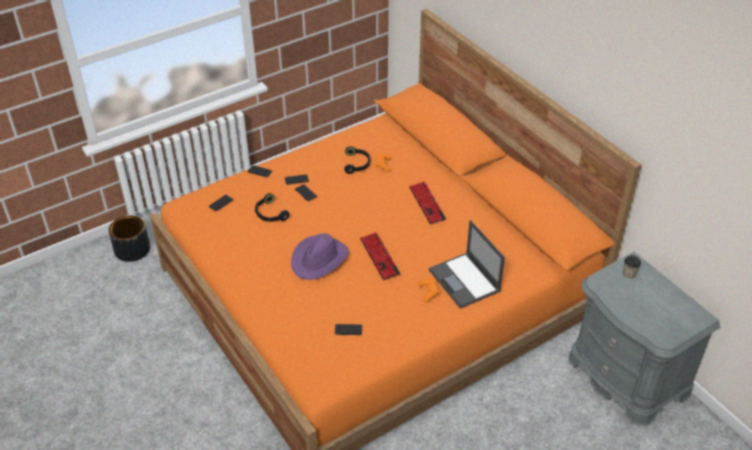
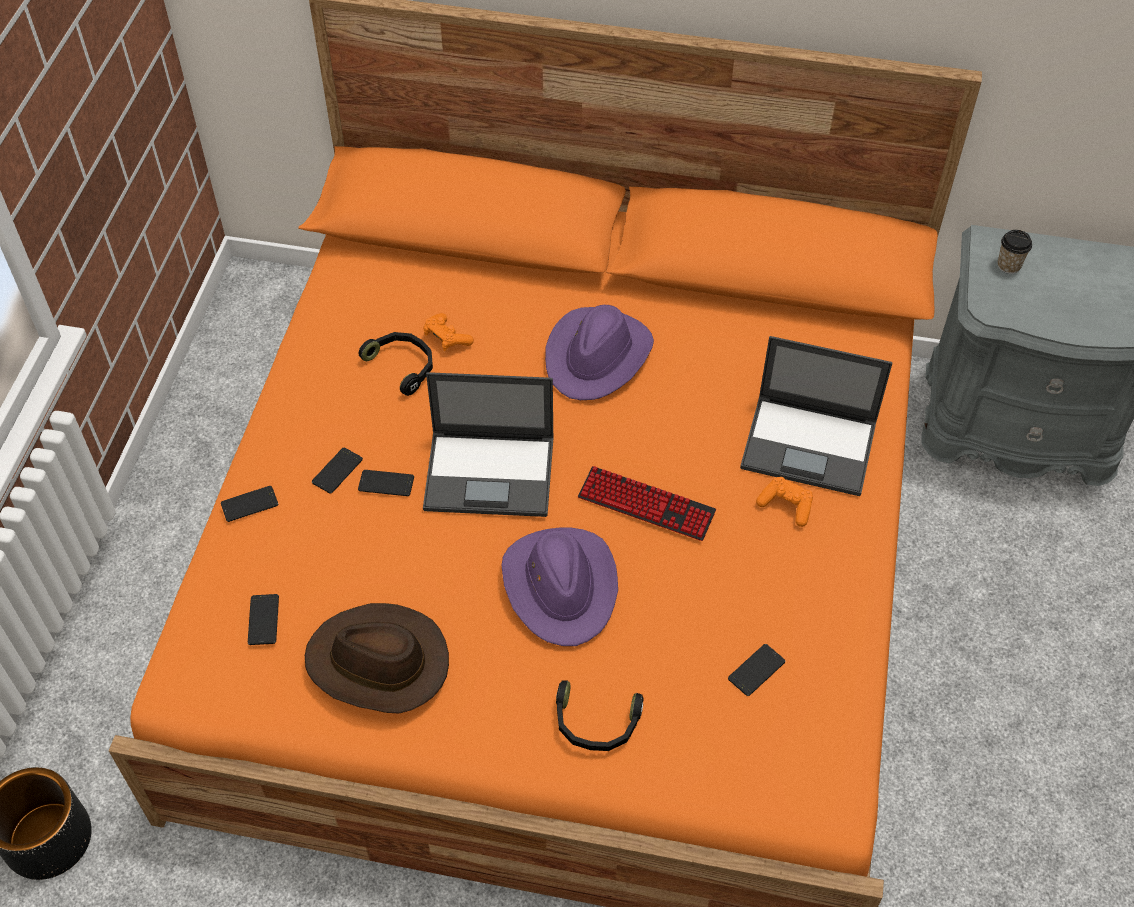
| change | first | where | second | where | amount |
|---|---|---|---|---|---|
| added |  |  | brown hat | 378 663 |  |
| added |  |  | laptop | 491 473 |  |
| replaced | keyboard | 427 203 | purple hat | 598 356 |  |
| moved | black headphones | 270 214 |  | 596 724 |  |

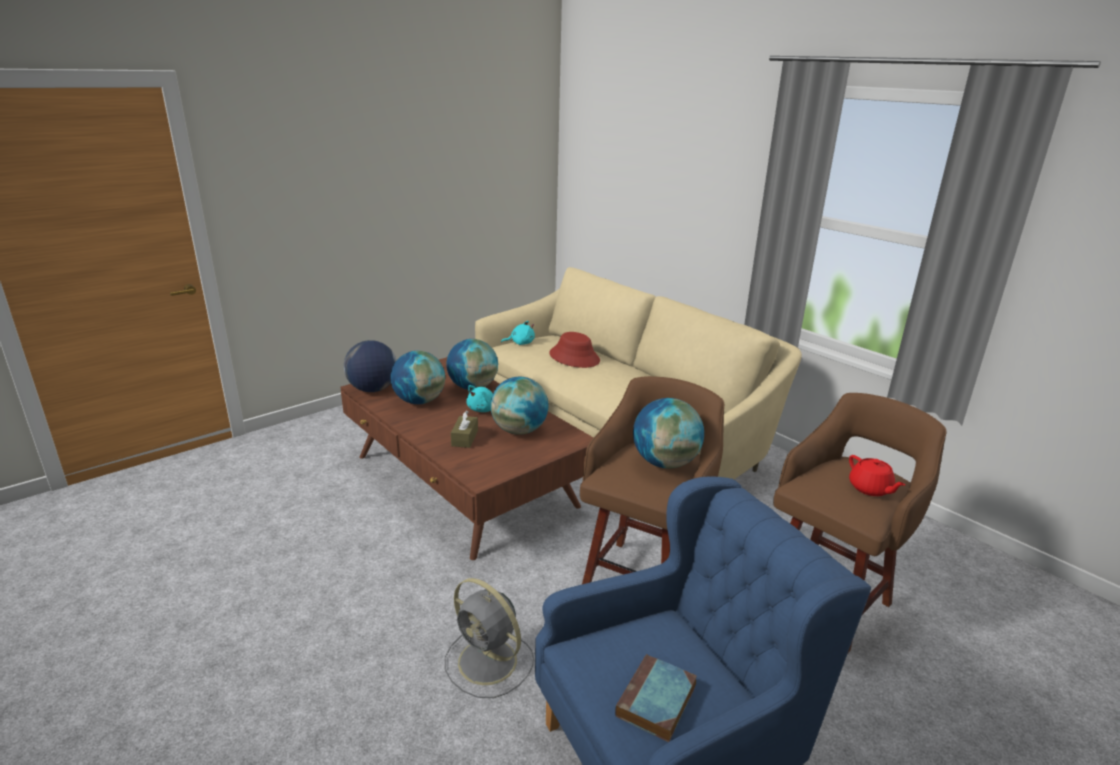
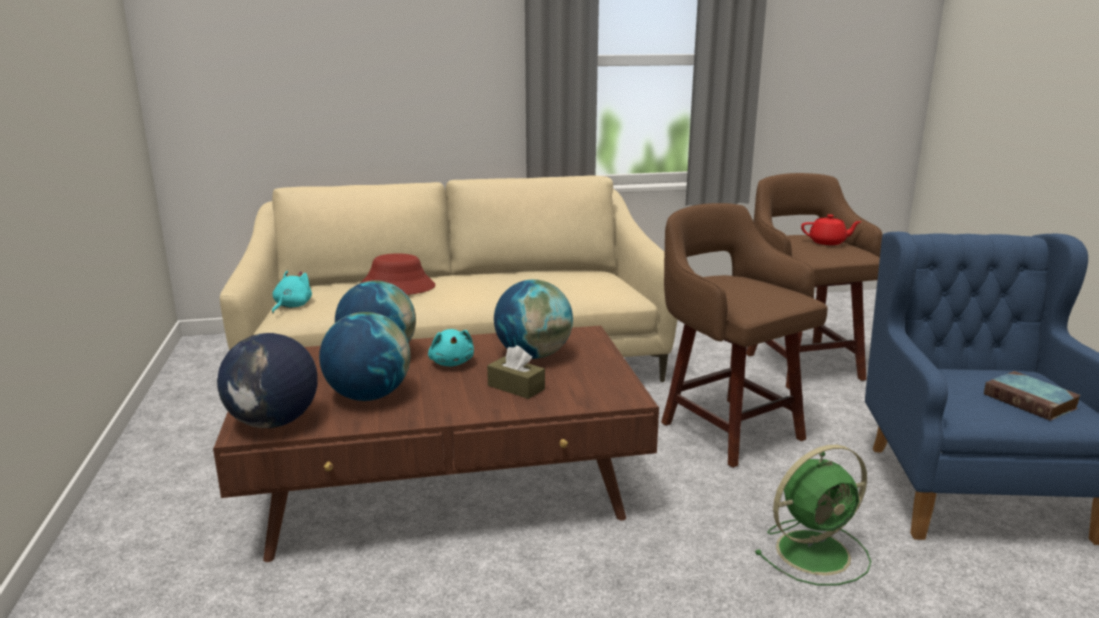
| change | first | where | second | where | amount |
|---|---|---|---|---|---|
| recoloured | grey fan | 489 663 | green fan | 815 551 |  |
| removed | globe | 665 463 |  |  |  |

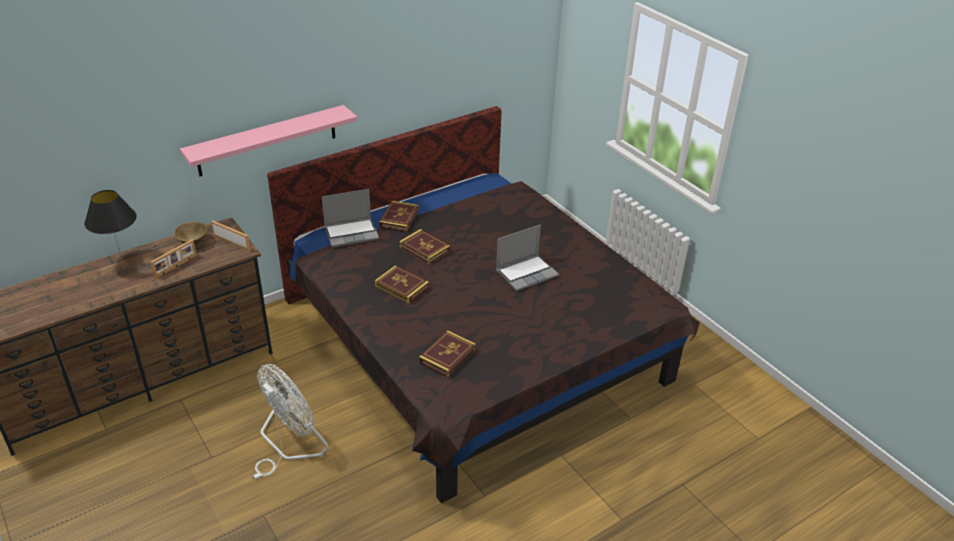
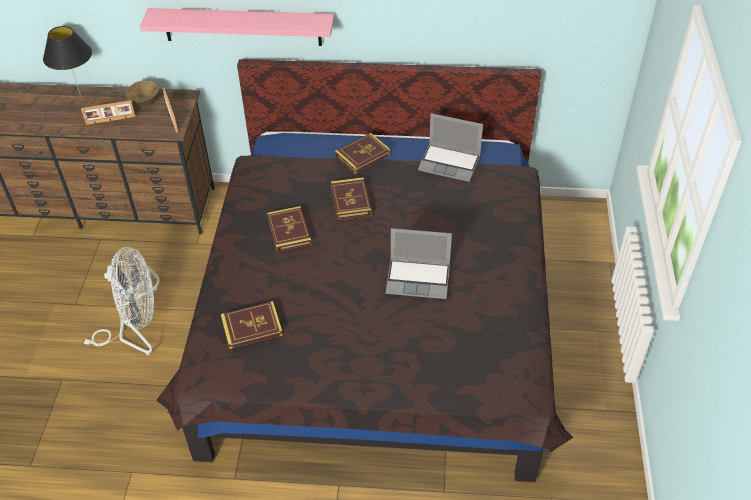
| change | first | where | second | where | amount |
|---|---|---|---|---|---|
| moved | laptop | 352 233 |  | 450 163 |  |

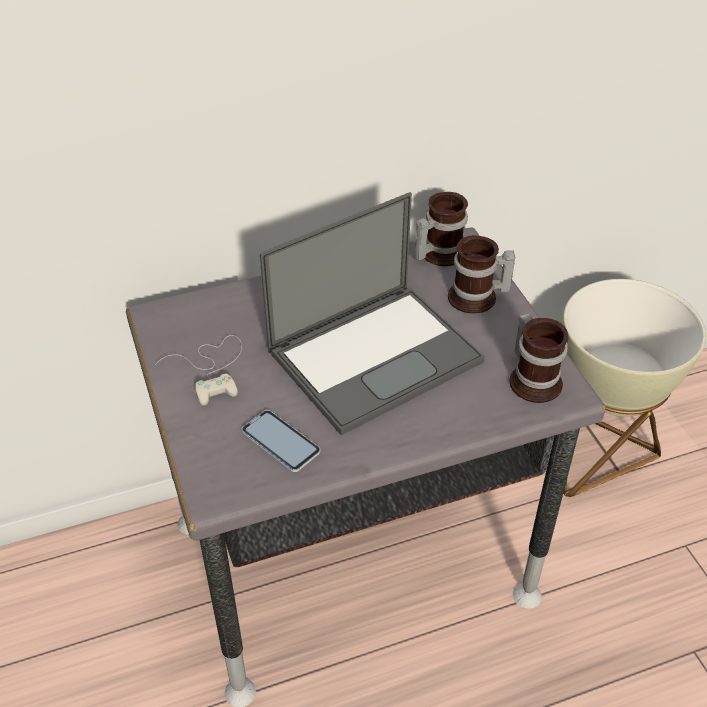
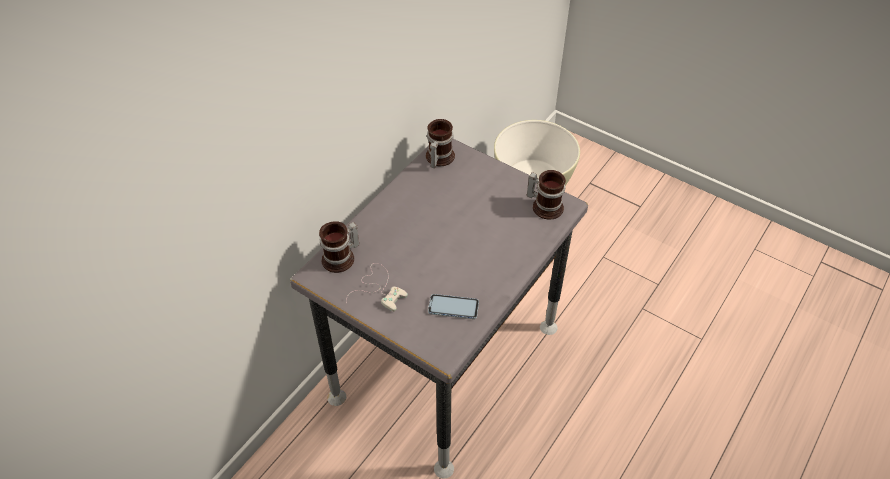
| change | first | where | second | where | amount |
|---|---|---|---|---|---|
| moved | mug | 477 299 |  | 342 259 |  |
| removed | laptop | 376 355 |  |  |  |

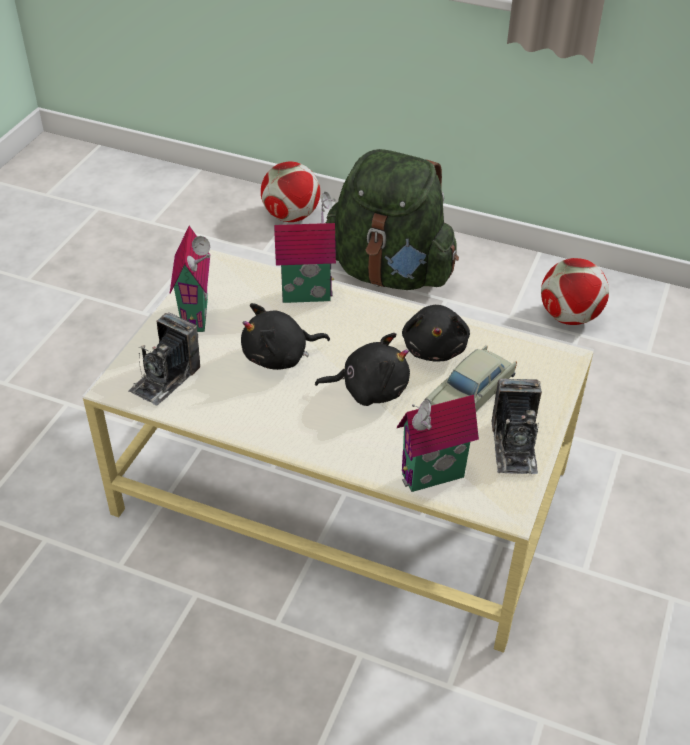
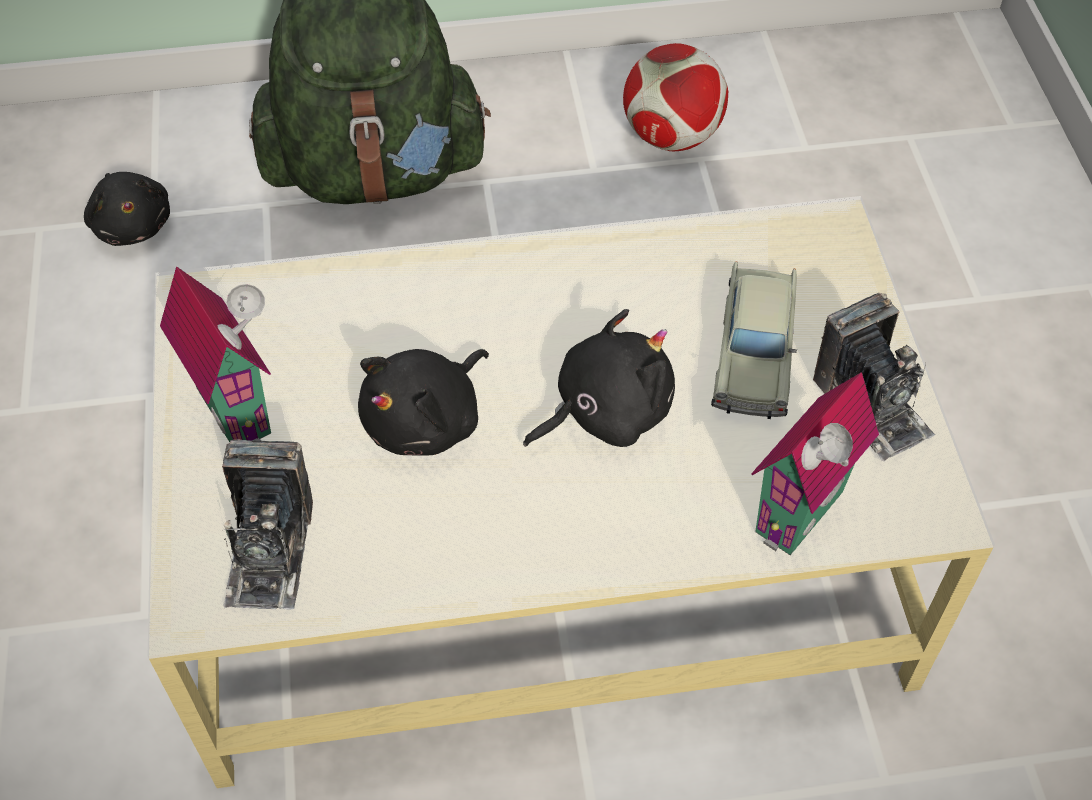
| change | first | where | second | where | amount |
|---|---|---|---|---|---|
| moved | black plush toy | 434 347 |  | 133 224 |  |
| removed | football | 291 216 |  |  |  |
| removed | toy house | 306 292 |  |  |  |

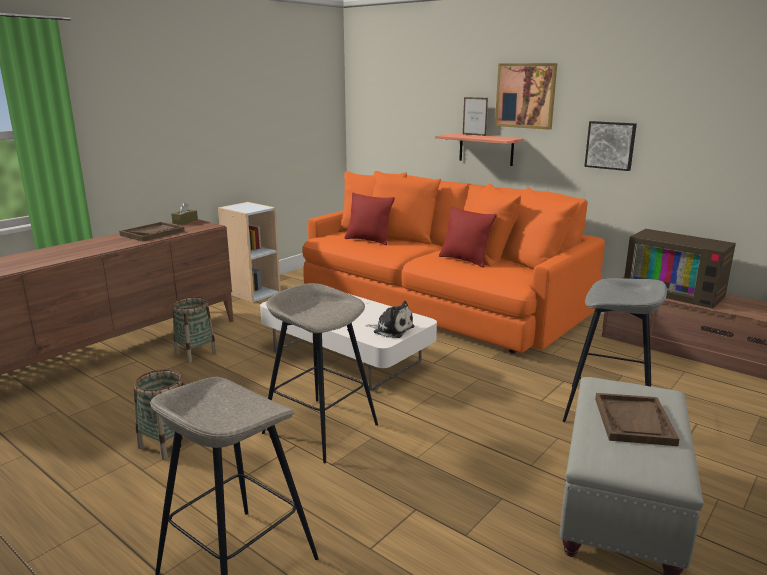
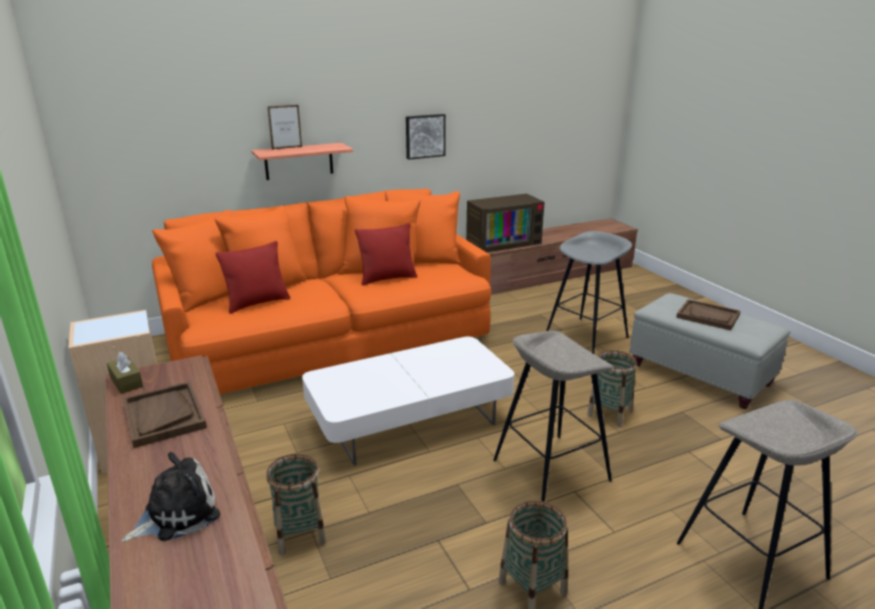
| change | first | where | second | where | amount |
|---|---|---|---|---|---|
| moved | plush toy | 391 329 |  | 177 514 |  |
| added |  |  | basket | 610 413 |  |
| removed | picture | 525 96 |  |  |  |

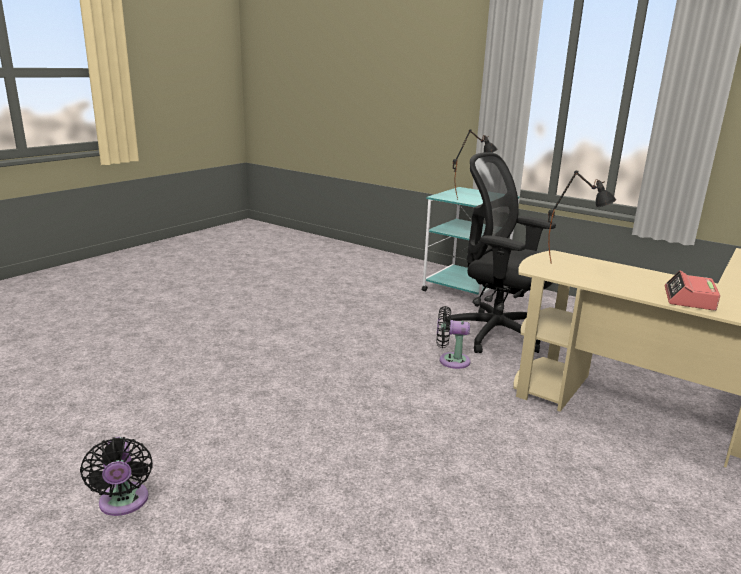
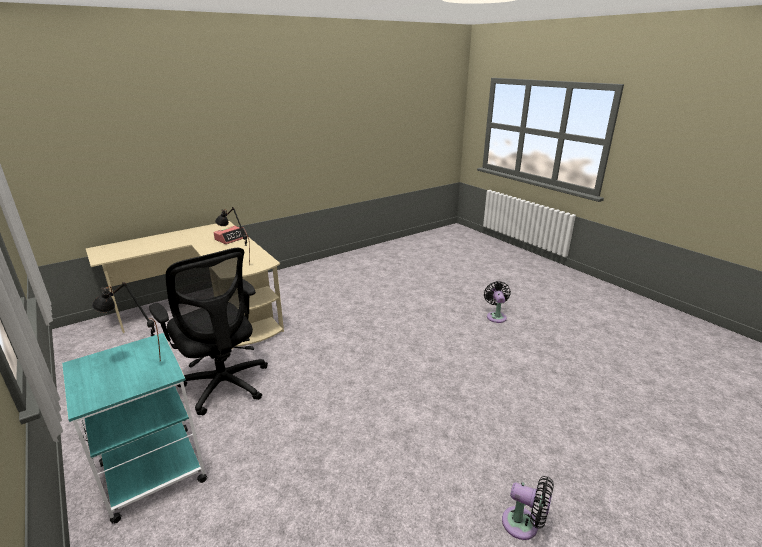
| change | first | where | second | where | amount |
|---|---|---|---|---|---|
| moved | black fan | 450 360 |  | 524 525 |  |

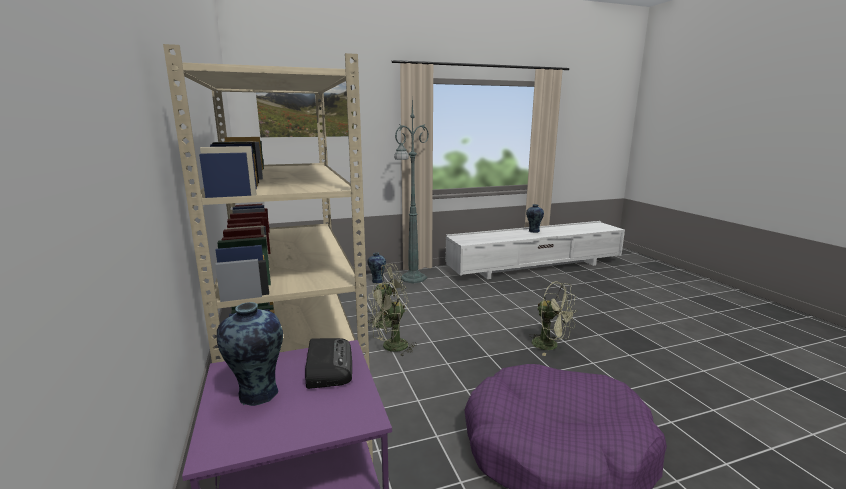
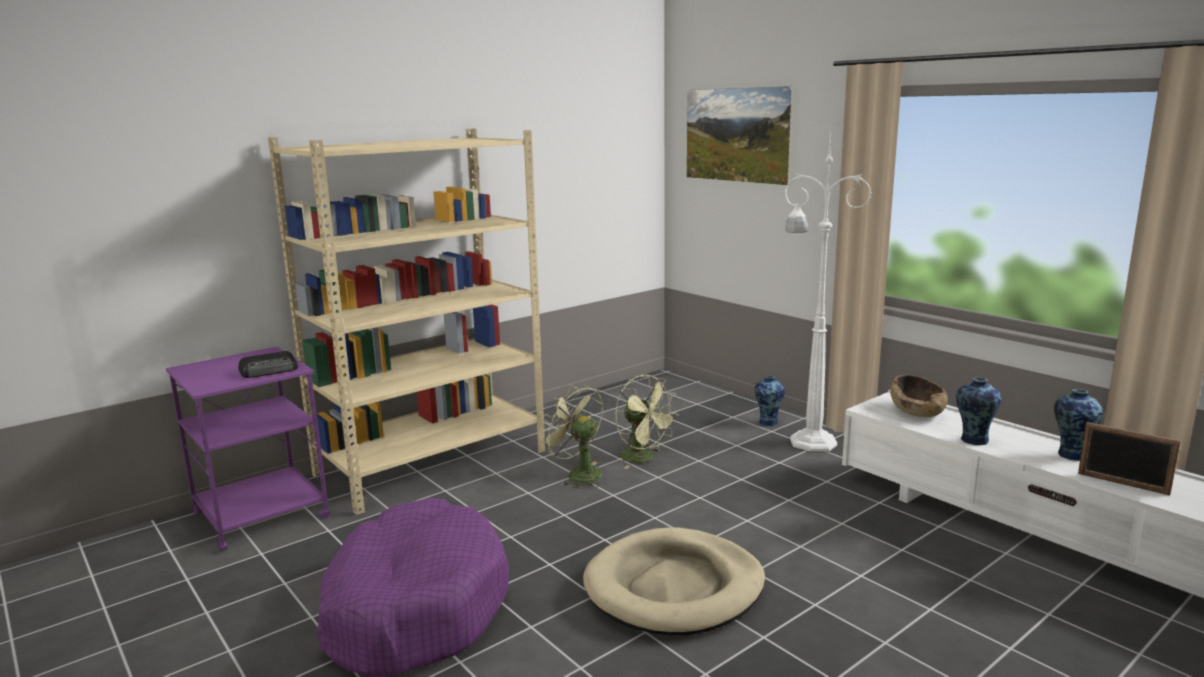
| change | first | where | second | where | amount |
|---|---|---|---|---|---|
| replaced | green fan | 550 346 | beige dog bed | 674 587 |  |
| recoloured | green floor lamp | 412 278 | white floor lamp | 810 442 |  |
| added |  |  | brown bowl | 917 411 |  |
| moved | vase | 257 395 |  | 973 440 |  |
| added |  |  | picture frame | 1122 483 |  |

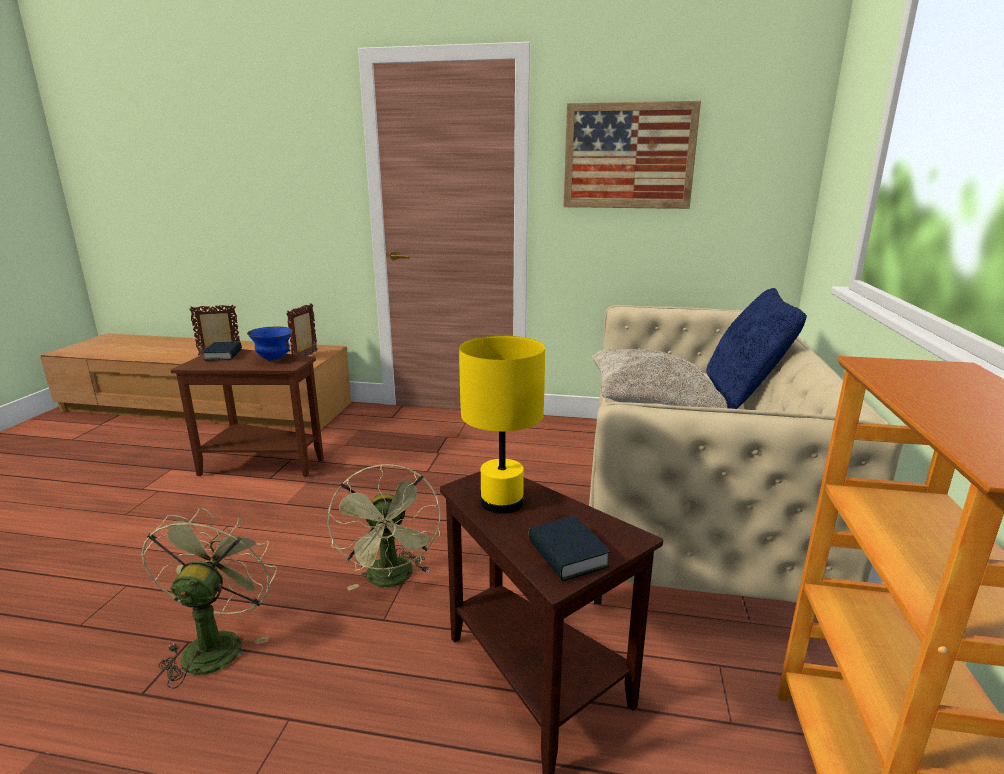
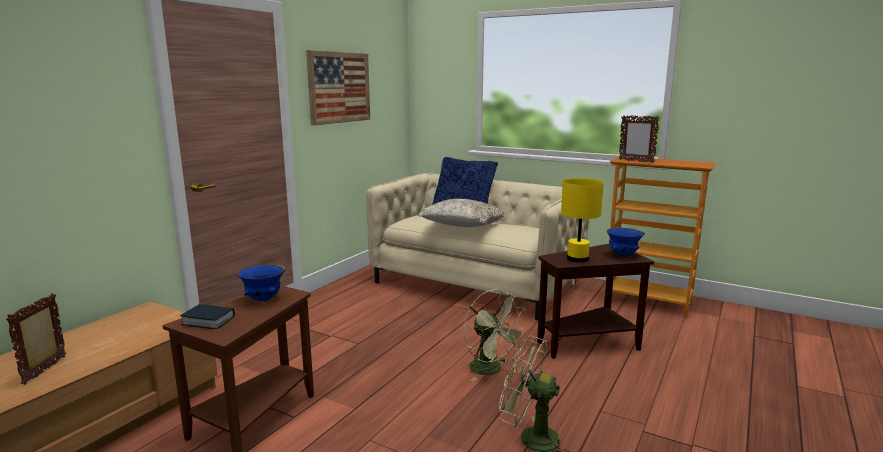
| change | first | where | second | where | amount |
|---|---|---|---|---|---|
| turned | green fan | 392 580 |  | 491 370 | 45 degrees clockwise |
| replaced | book | 567 555 | blue bowl | 623 255 |  |
| moved | picture frame | 306 357 |  | 636 161 |  |

